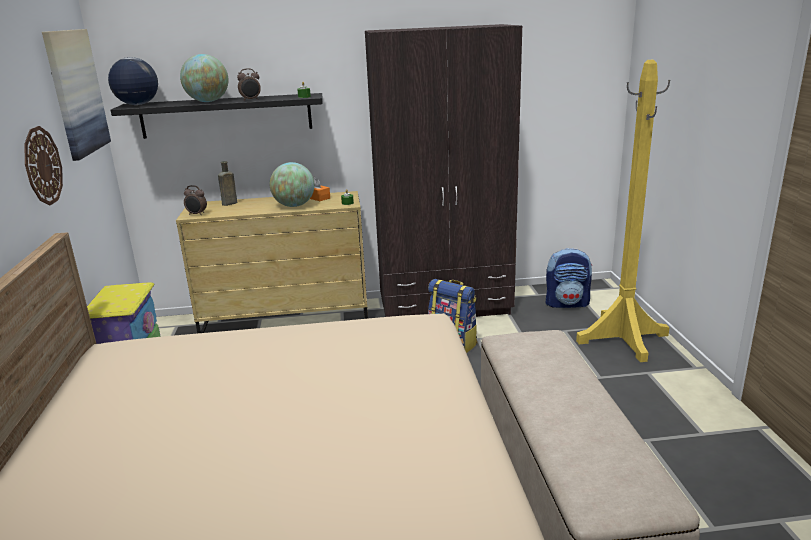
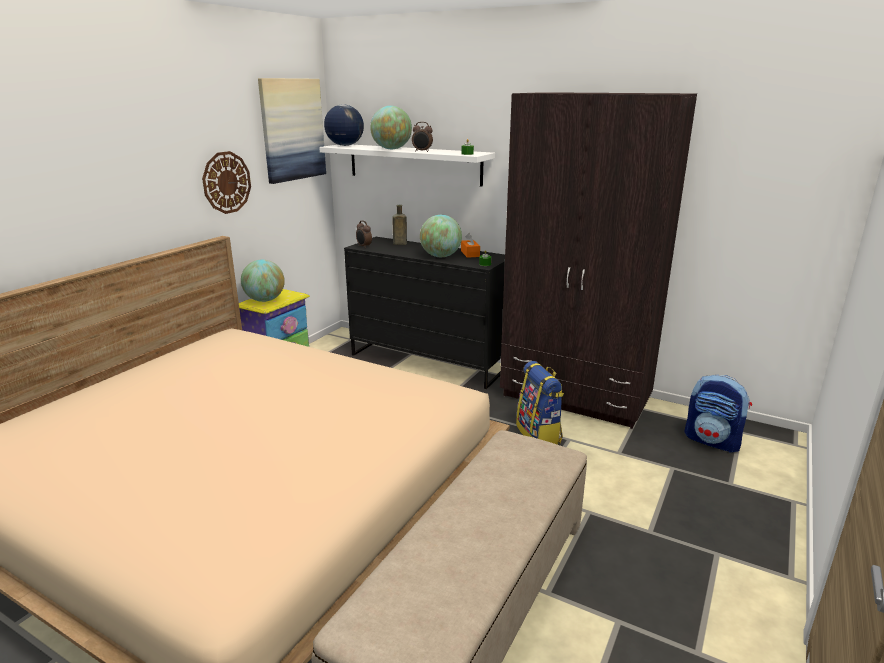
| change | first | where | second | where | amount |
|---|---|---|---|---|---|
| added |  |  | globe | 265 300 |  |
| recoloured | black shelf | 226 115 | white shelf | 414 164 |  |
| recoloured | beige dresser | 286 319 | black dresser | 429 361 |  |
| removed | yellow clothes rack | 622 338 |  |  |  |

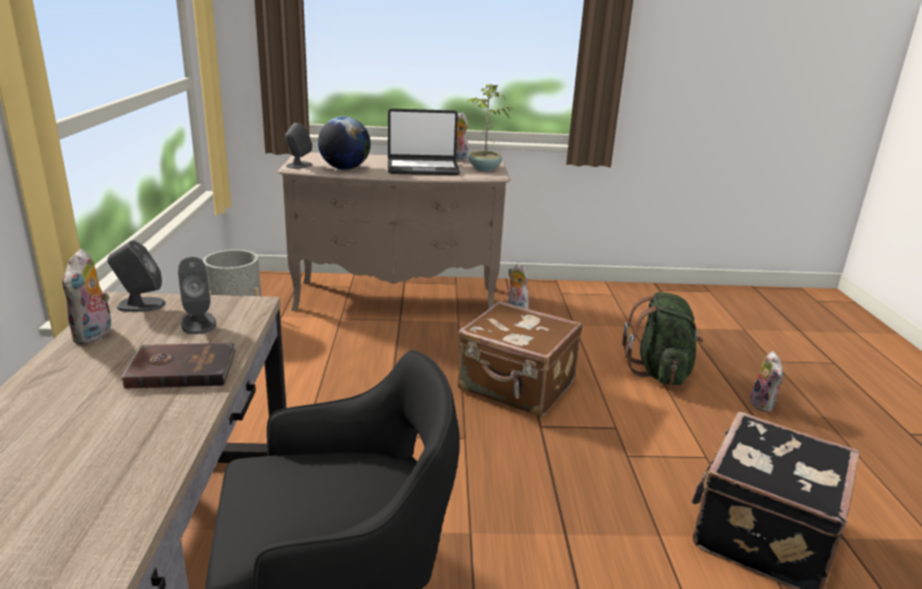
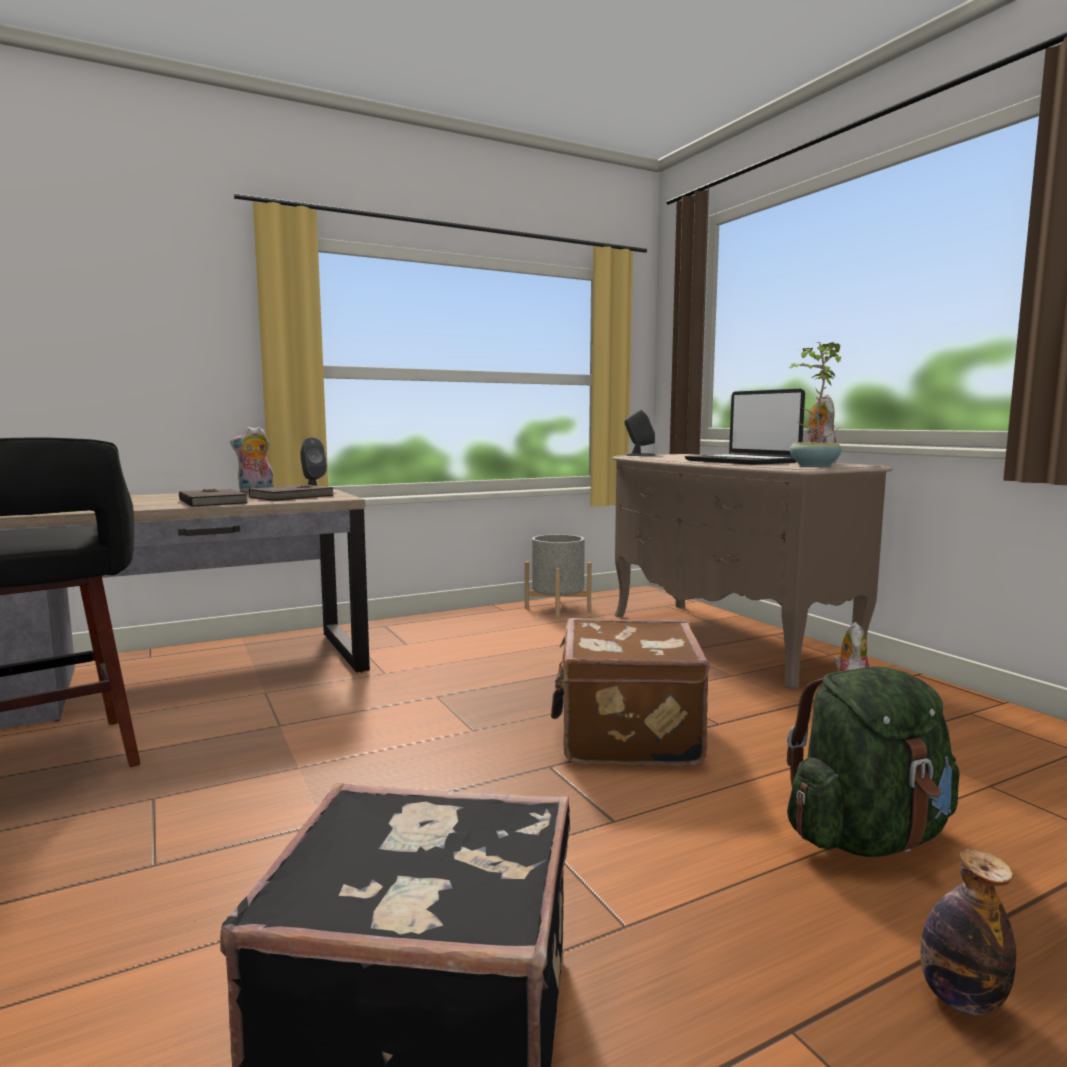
| change | first | where | second | where | amount |
|---|---|---|---|---|---|
| replaced | grey speaker | 198 323 | brown book | 293 496 |  |
| replaced | plush toy | 763 405 | bottle | 961 999 |  |
| removed | globe | 345 168 |  |  |  |

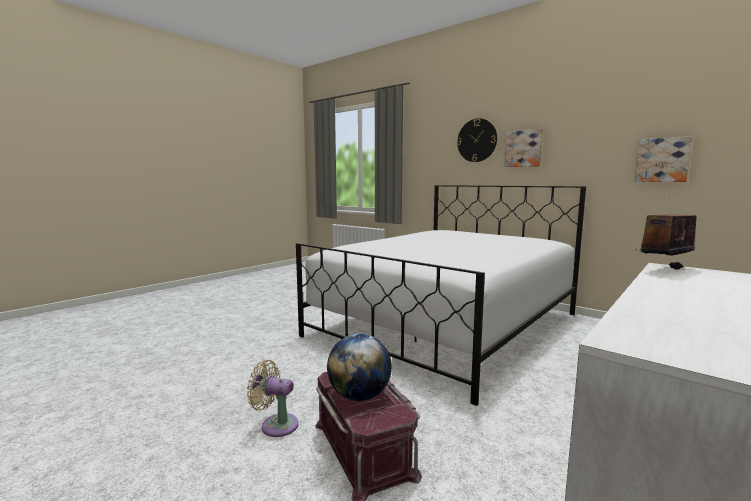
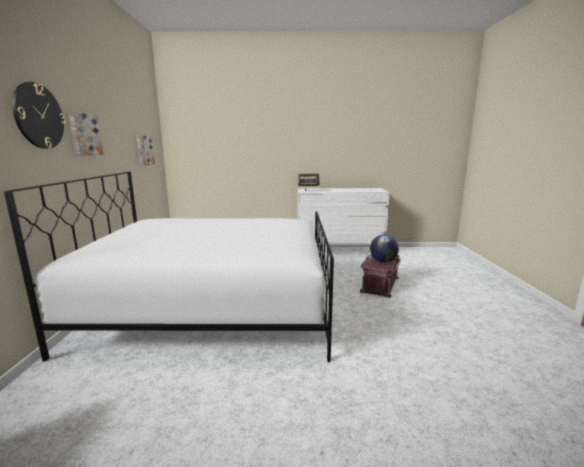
| change | first | where | second | where | amount |
|---|---|---|---|---|---|
| removed | beige fan | 276 425 |  |  |  |

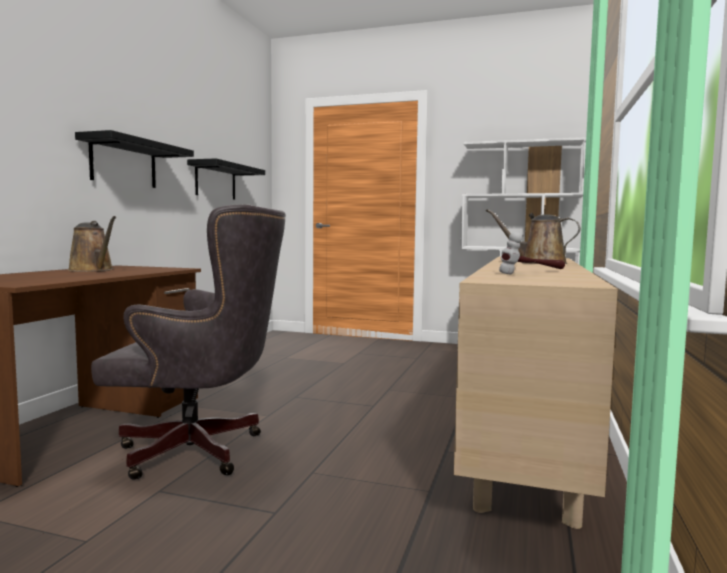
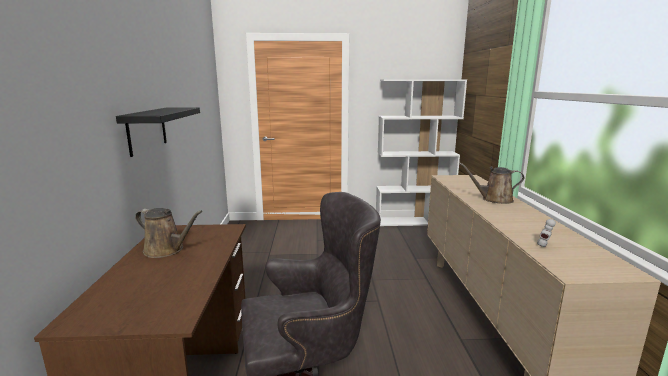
| change | first | where | second | where | amount |
|---|---|---|---|---|---|
| removed | black shelf | 215 181 |  |  |  |

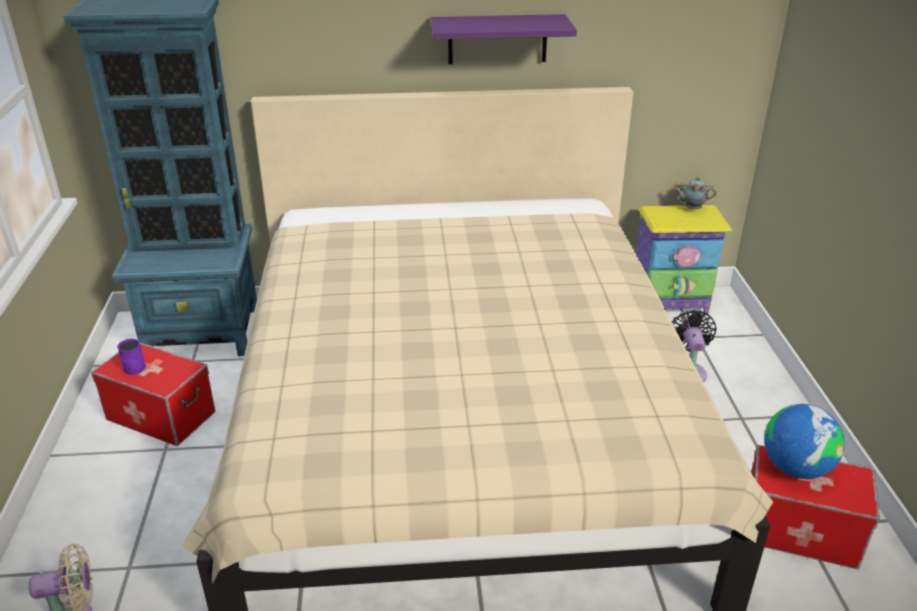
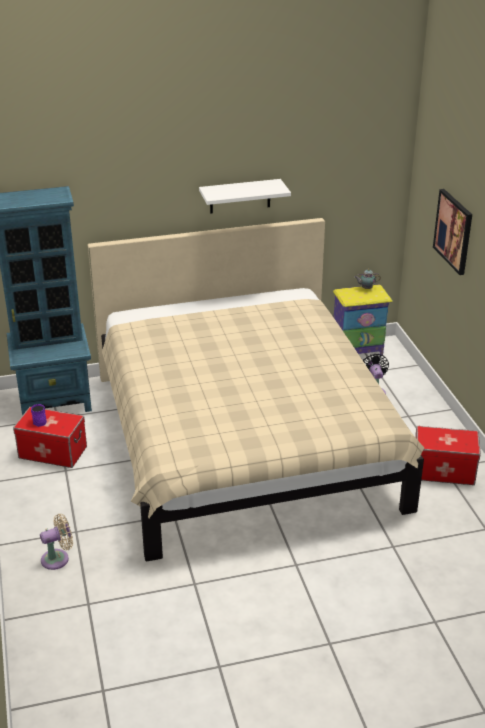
| change | first | where | second | where | amount |
|---|---|---|---|---|---|
| recoloured | purple shelf | 497 39 | white shelf | 240 196 |  |
| added |  |  | picture | 453 231 |  |
| removed | globe | 795 468 |  |  |  |

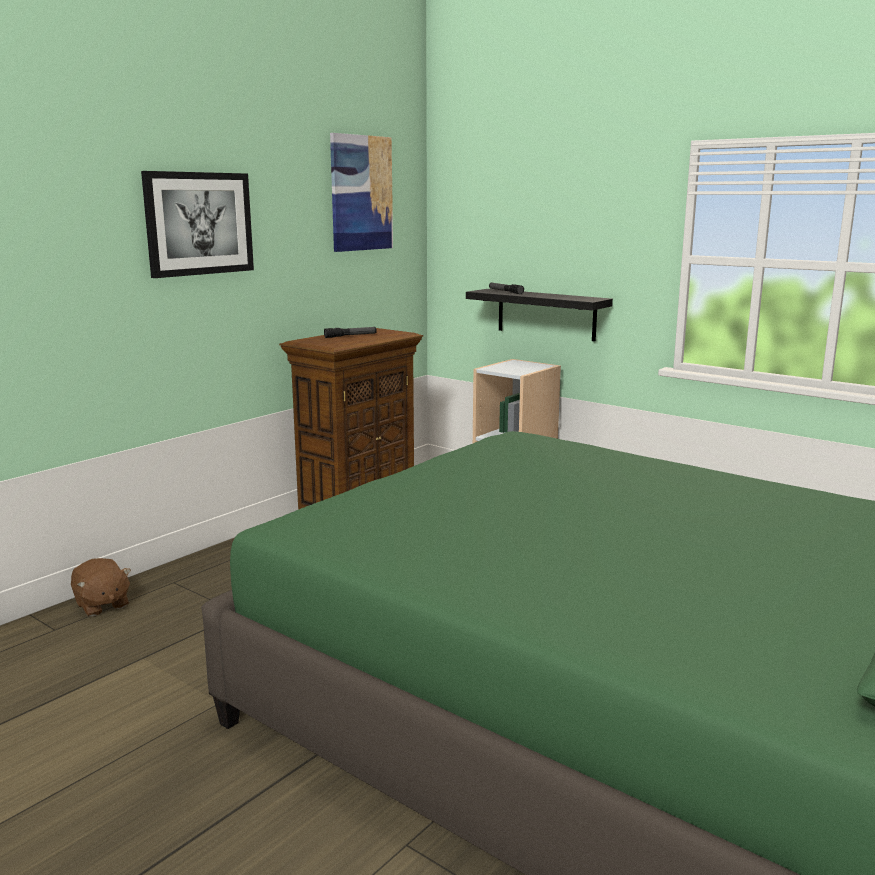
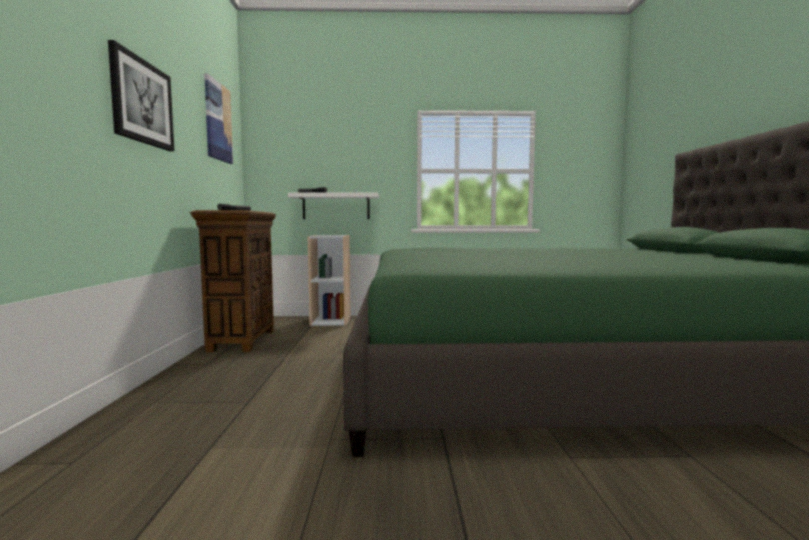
| change | first | where | second | where | amount |
|---|---|---|---|---|---|
| recoloured | black shelf | 546 314 | white shelf | 336 206 |  |
| removed | brown plush toy | 101 605 |  |  |  |

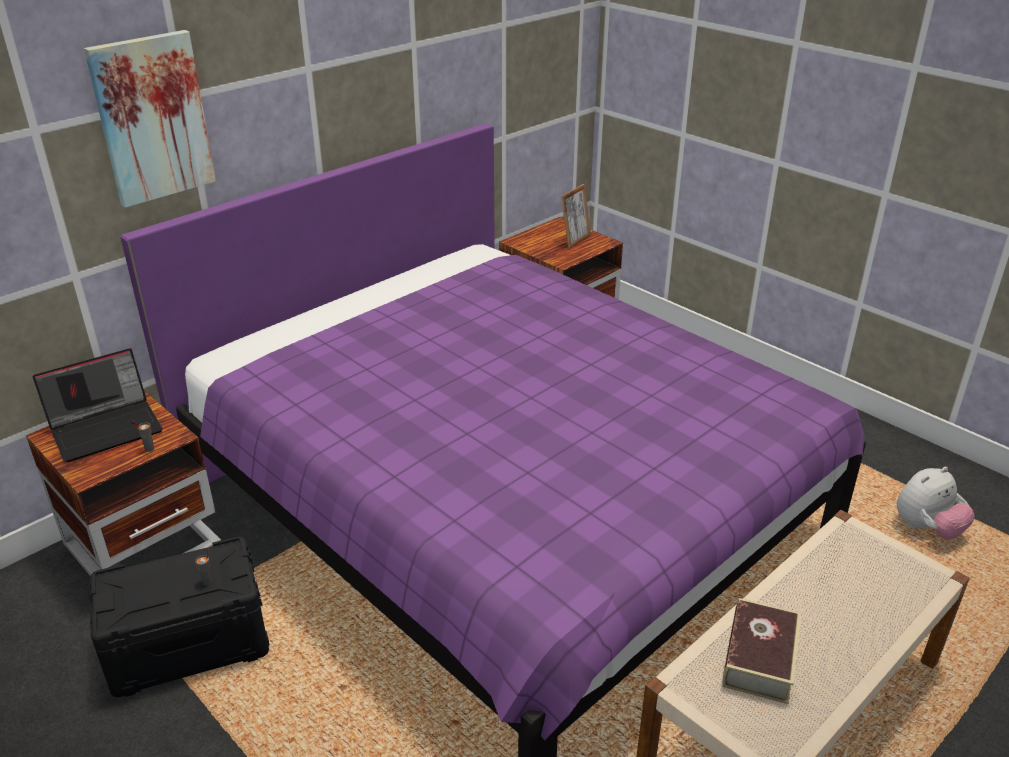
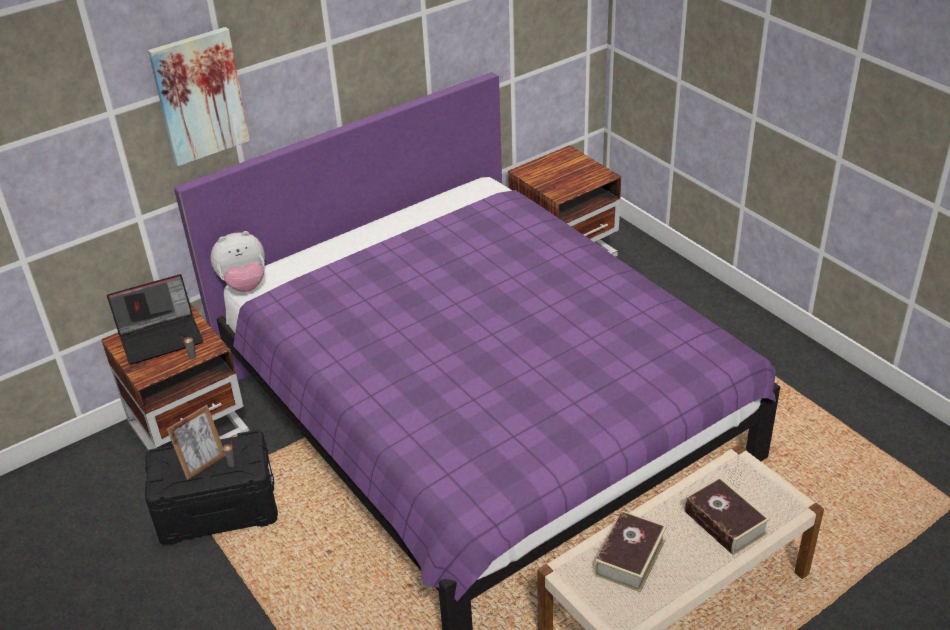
| change | first | where | second | where | amount |
|---|---|---|---|---|---|
| moved | picture frame | 575 240 |  | 203 464 |  |
| moved | plush toy | 926 529 |  | 244 285 |  |
| added |  |  | book | 724 522 |  |

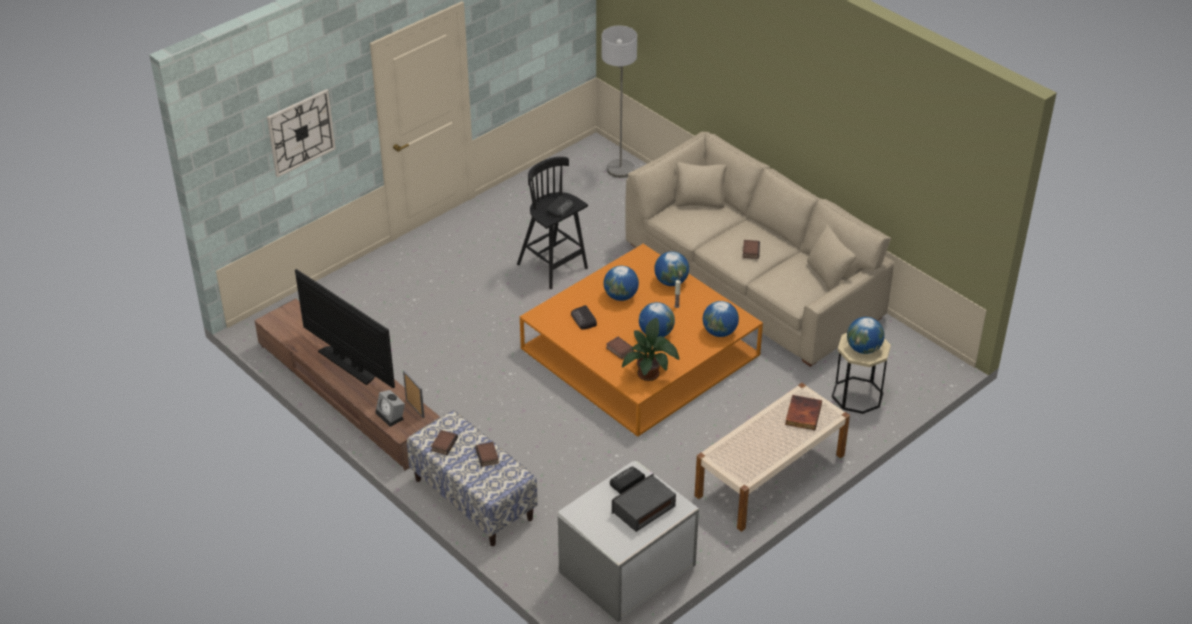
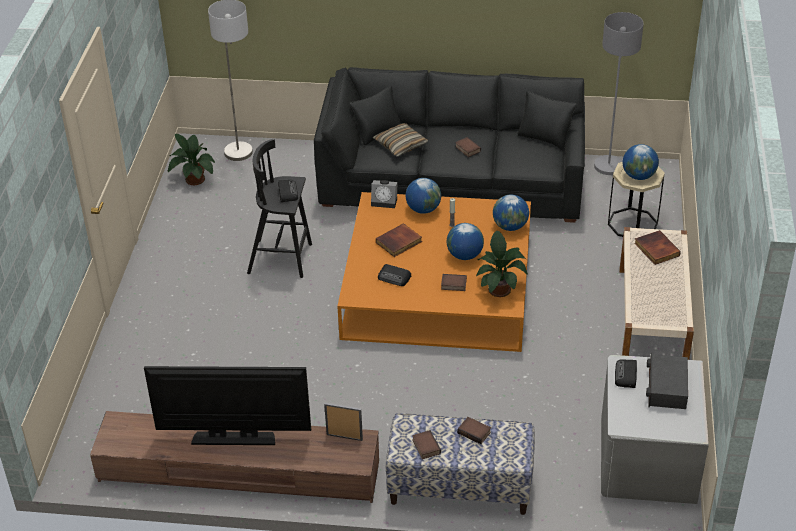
| change | first | where | second | where | amount |
|---|---|---|---|---|---|
| added |  |  | potted plant | 193 178 |  |
| recoloured | beige sofa | 750 281 | black sofa | 451 184 |  |
| moved | alarm clock | 391 416 |  | 385 201 |  |
| added |  |  | pillow | 400 145 |  |
| replaced | globe | 620 296 | book | 399 242 |  |
| added |  |  | grey floor lamp | 608 172 |  |
| removed | wall clock | 301 132 |  |  |  |

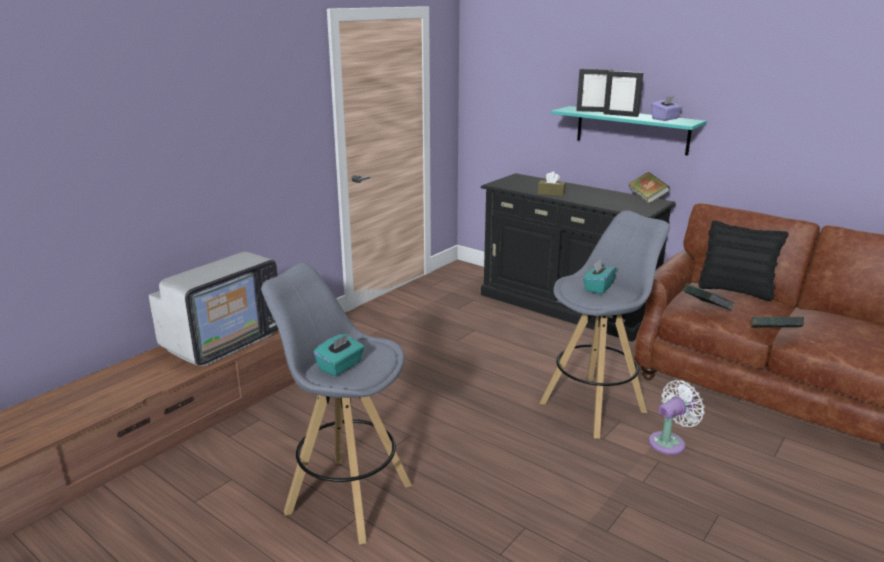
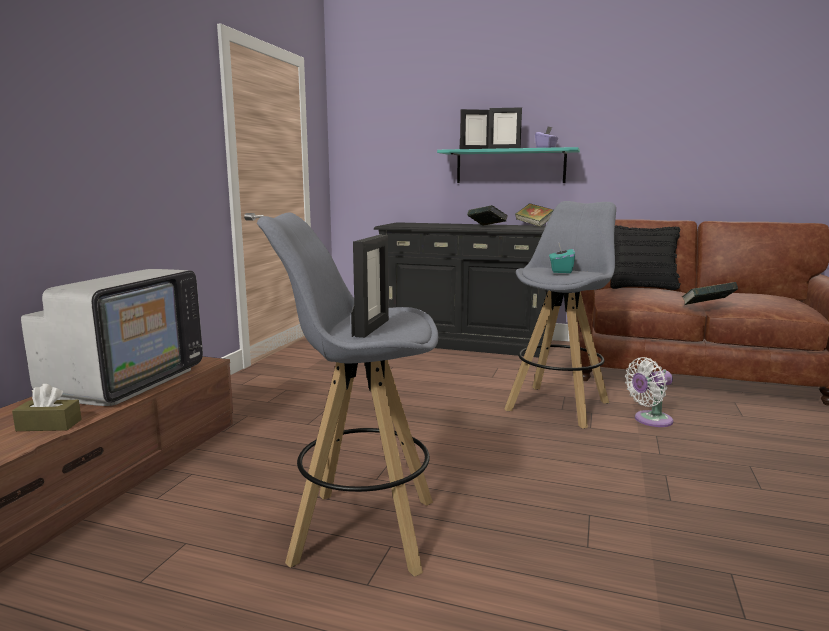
| change | first | where | second | where | amount |
|---|---|---|---|---|---|
| moved | brown tissue box | 551 193 |  | 49 425 |  |
| replaced | turquoise tissue box | 340 366 | picture frame | 371 328 |  |
| moved | book | 706 309 |  | 487 227 |  |
| turned | white fan | 669 442 |  | 650 420 | 150 degrees counterclockwise |

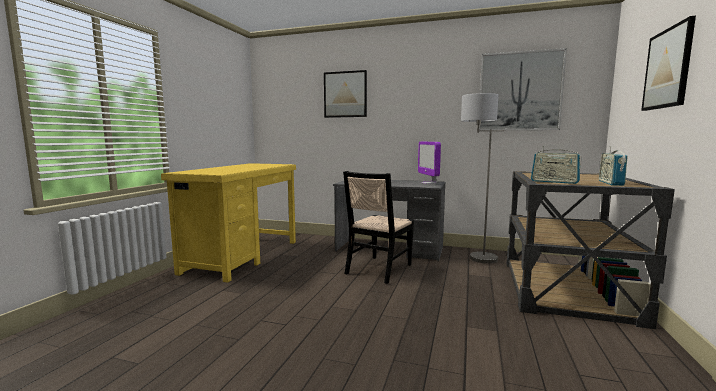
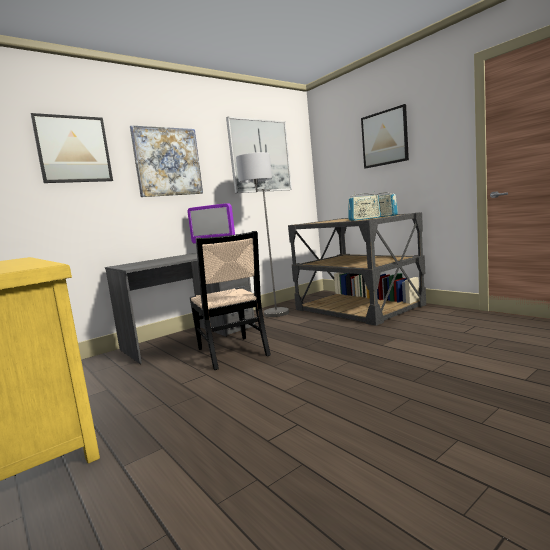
| change | first | where | second | where | amount |
|---|---|---|---|---|---|
| added |  |  | picture | 167 162 |  |

